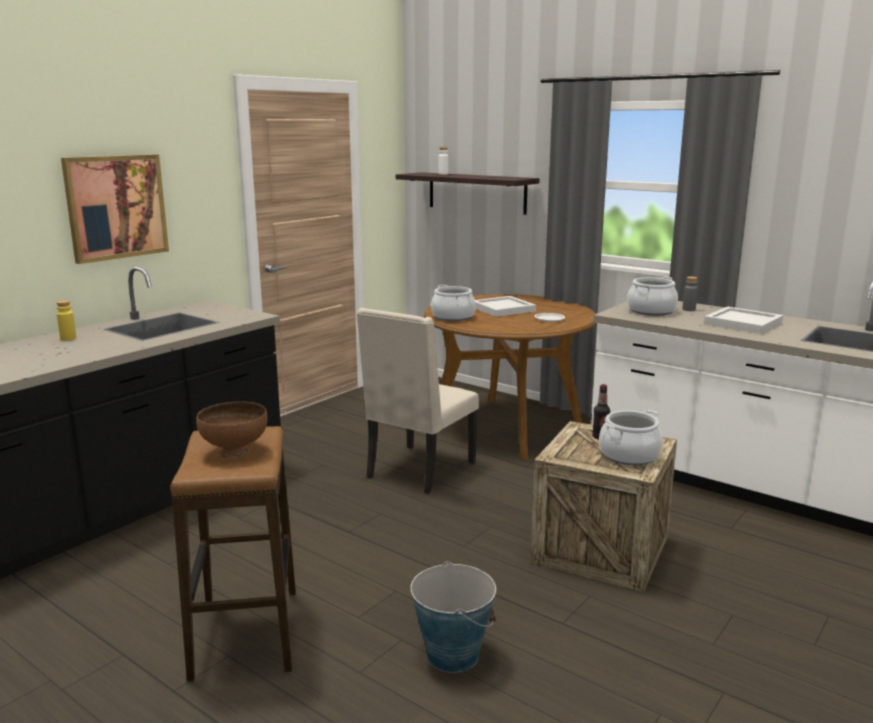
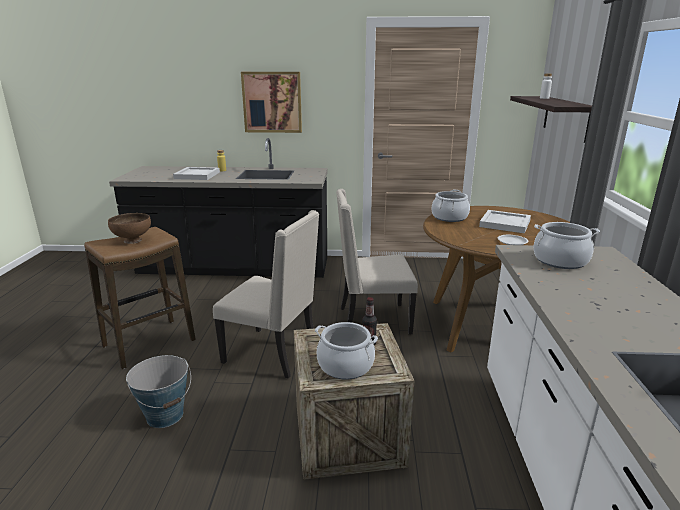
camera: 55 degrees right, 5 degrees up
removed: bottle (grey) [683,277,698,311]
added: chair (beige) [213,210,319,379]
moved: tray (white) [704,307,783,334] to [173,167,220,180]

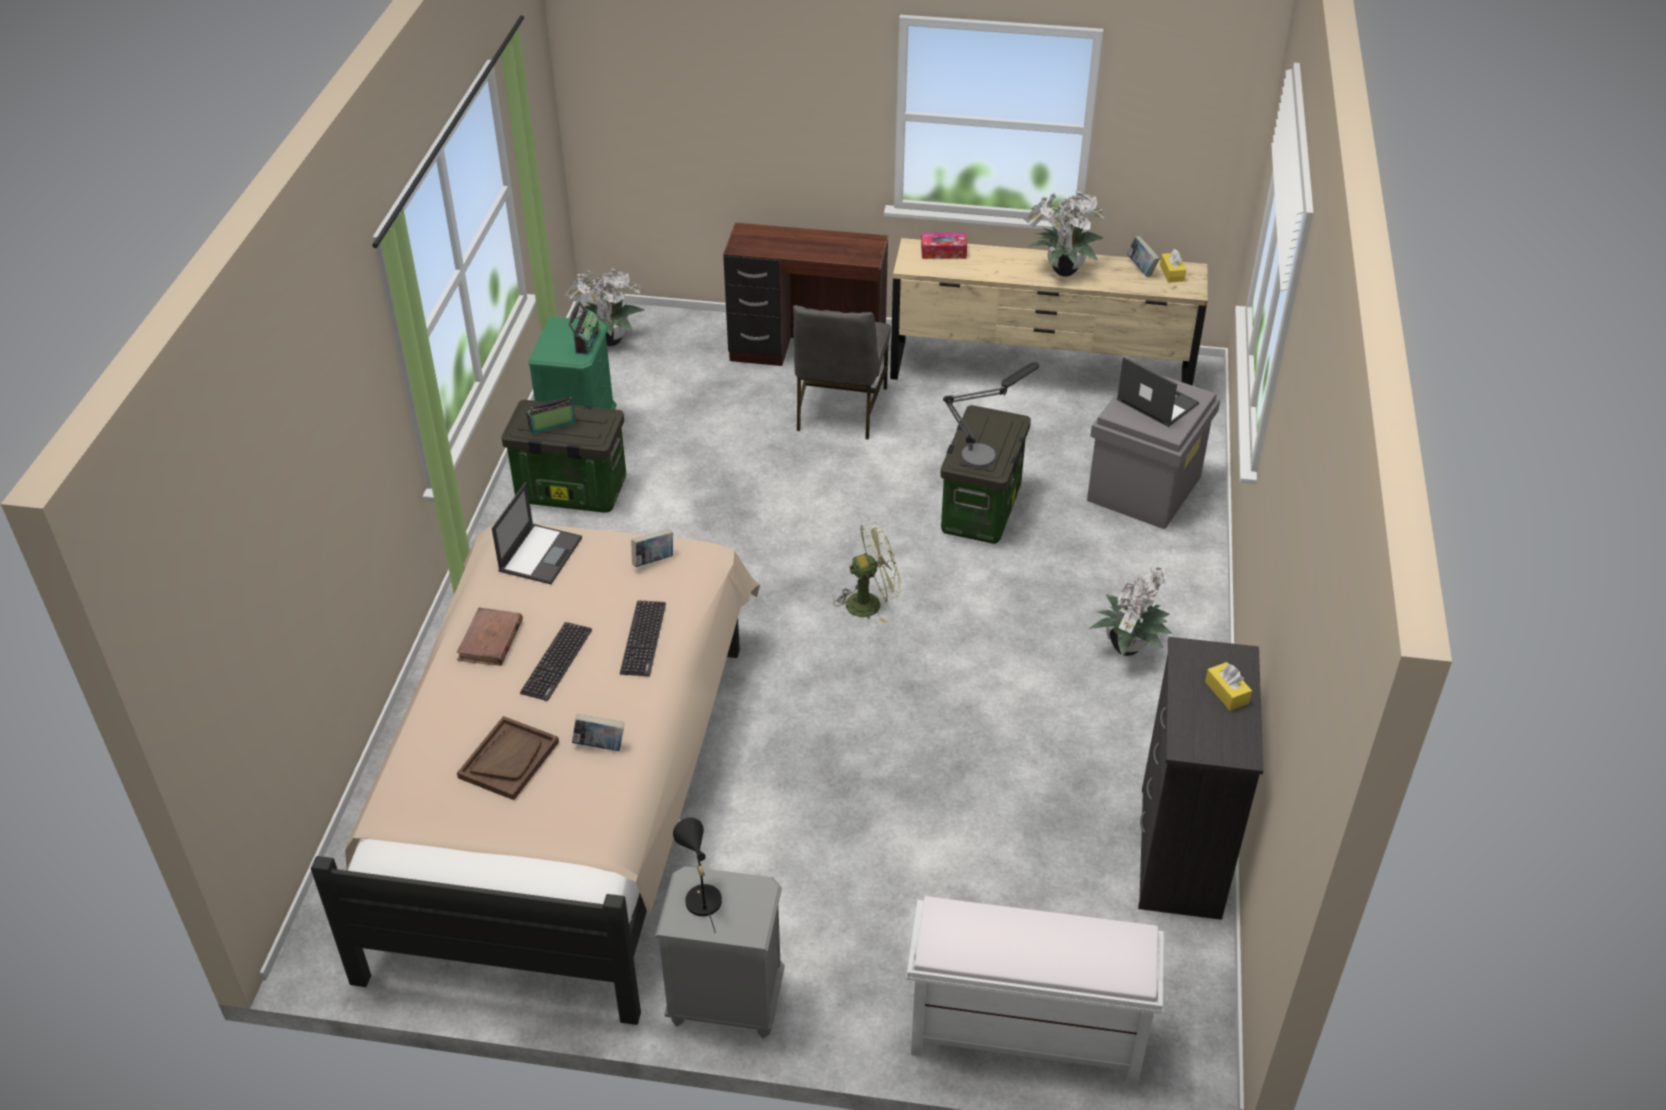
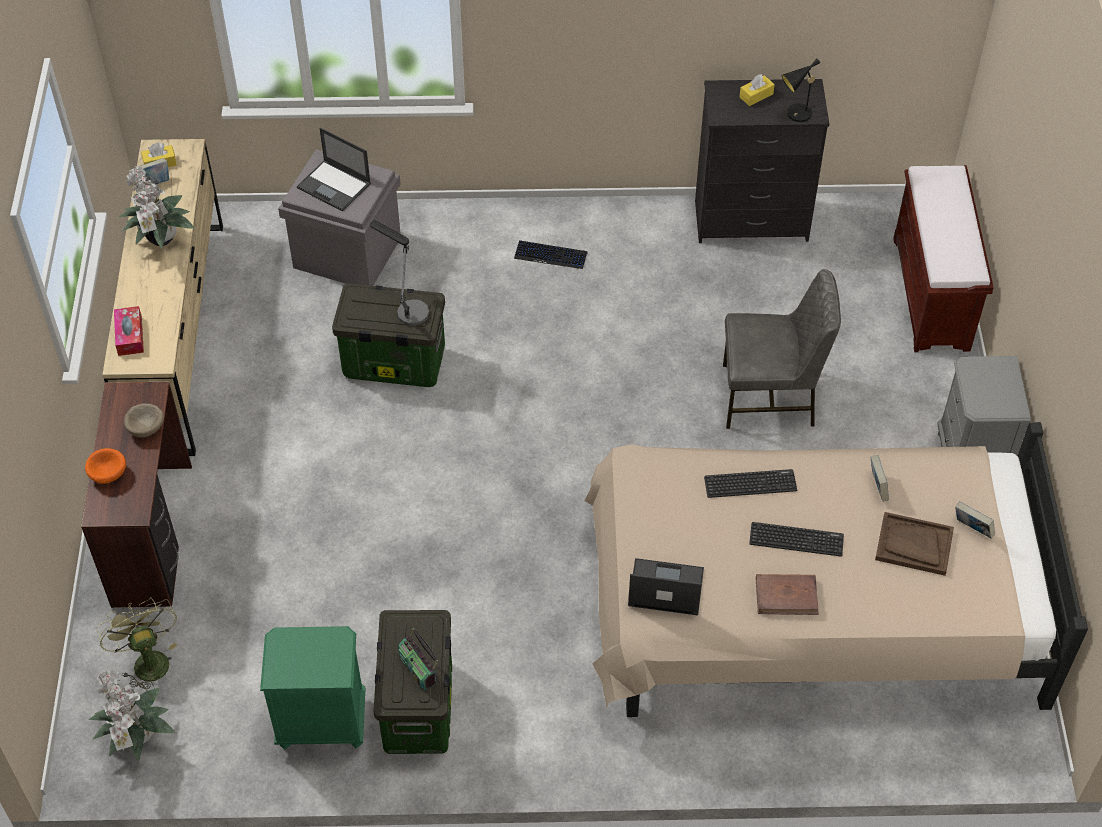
camera: 100 degrees left, 10 degrees up
removed: radio [568,301,599,355]
added: bowl (orange) [85,448,126,484]; bowl (beige) [124,403,164,437]
moved: fan (green) [834,522,902,624] to [96,597,177,691]; chair (grey) [793,305,891,440] to [723,269,841,429]; table lamp (black) [673,818,722,933] to [782,59,822,122]; book [631,529,673,567] to [955,501,995,539]
replaced: potted plant [1089,568,1172,656] to keyboard [514,240,588,269]
recoloured: bench (white) [906,896,1164,1086] to bench (brown) [893,165,994,352]
turned: laptop [1117,357,1199,427] = [297,128,371,212] 90 degrees counterclockwise

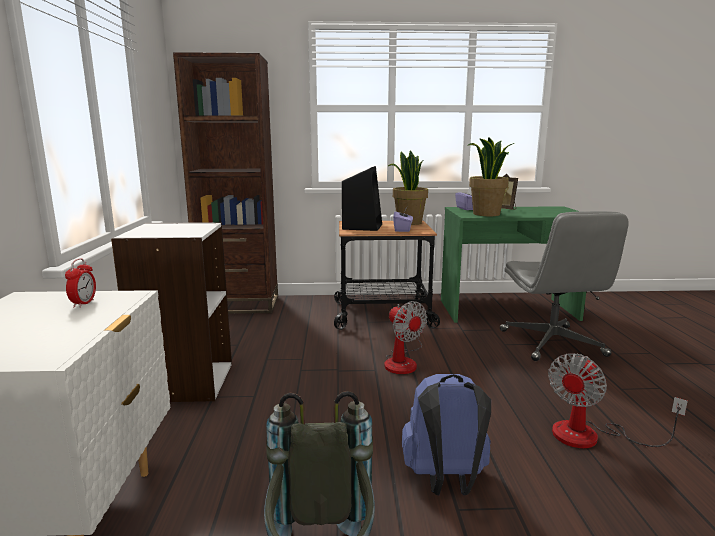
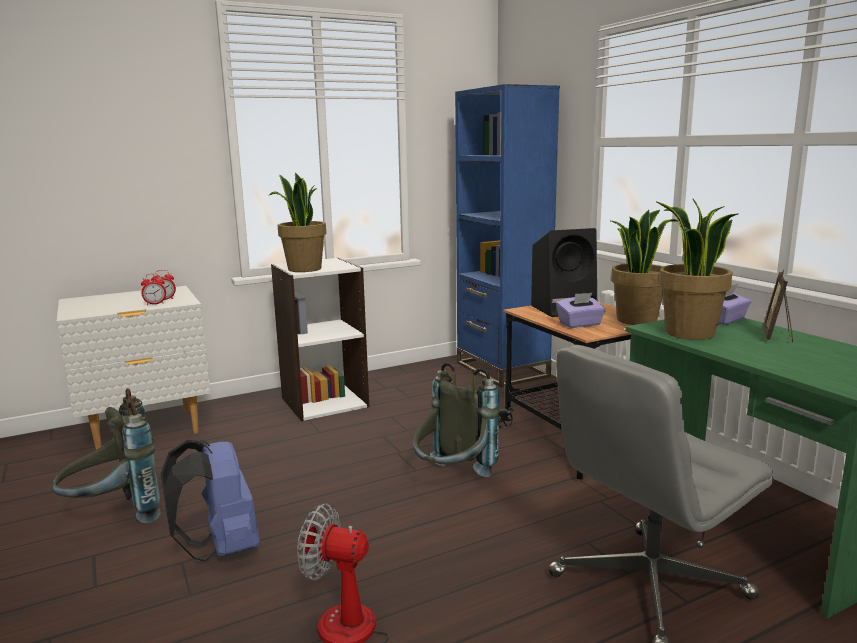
camera: 65 degrees right, 0 degrees up
added: alarm clock [141,274,166,305]; potted plant [268,173,326,272]
replaced: fan [384,301,427,374] to backpack (grey) [413,362,500,477]
recoloured: bookcase (brown) [173,52,278,314] to bookcase (blue) [455,84,560,388]

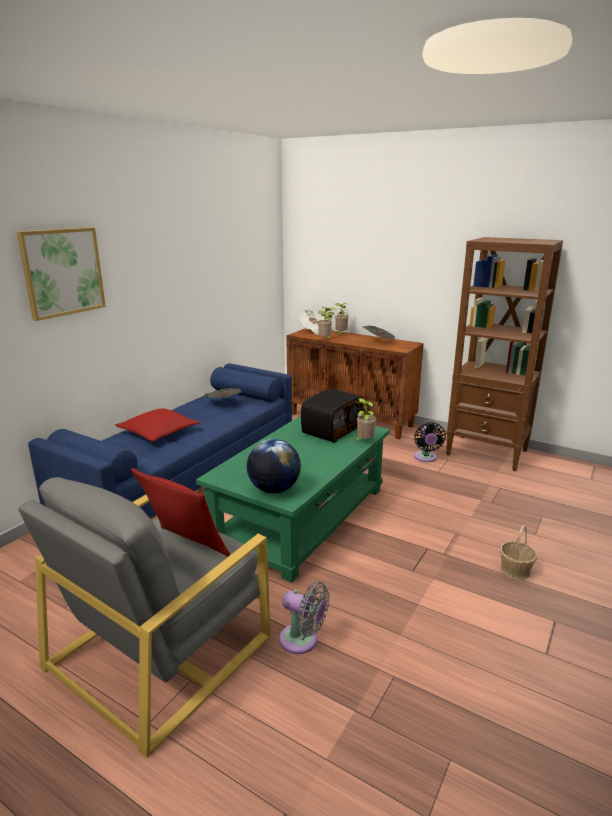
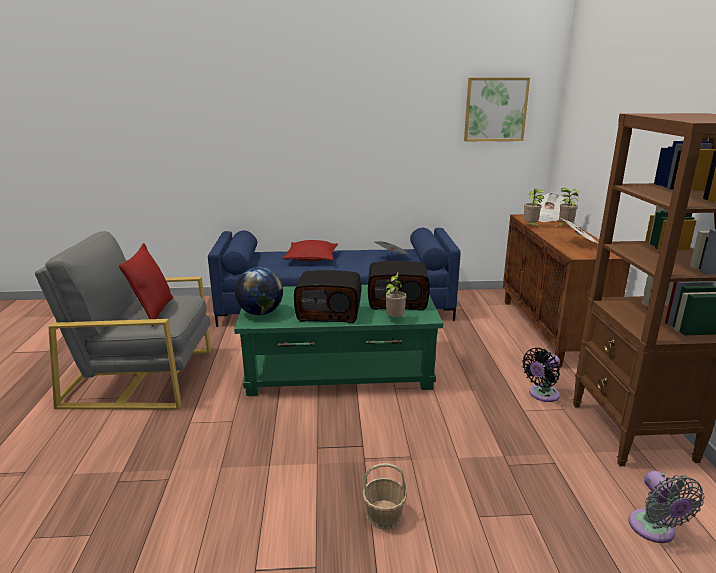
camera: 55 degrees right, 0 degrees up
added: radio [294,270,361,323]
moved: picture [17,227,106,321] to [464,78,530,141]; fan (grey) [279,582,330,654] to [629,471,704,543]

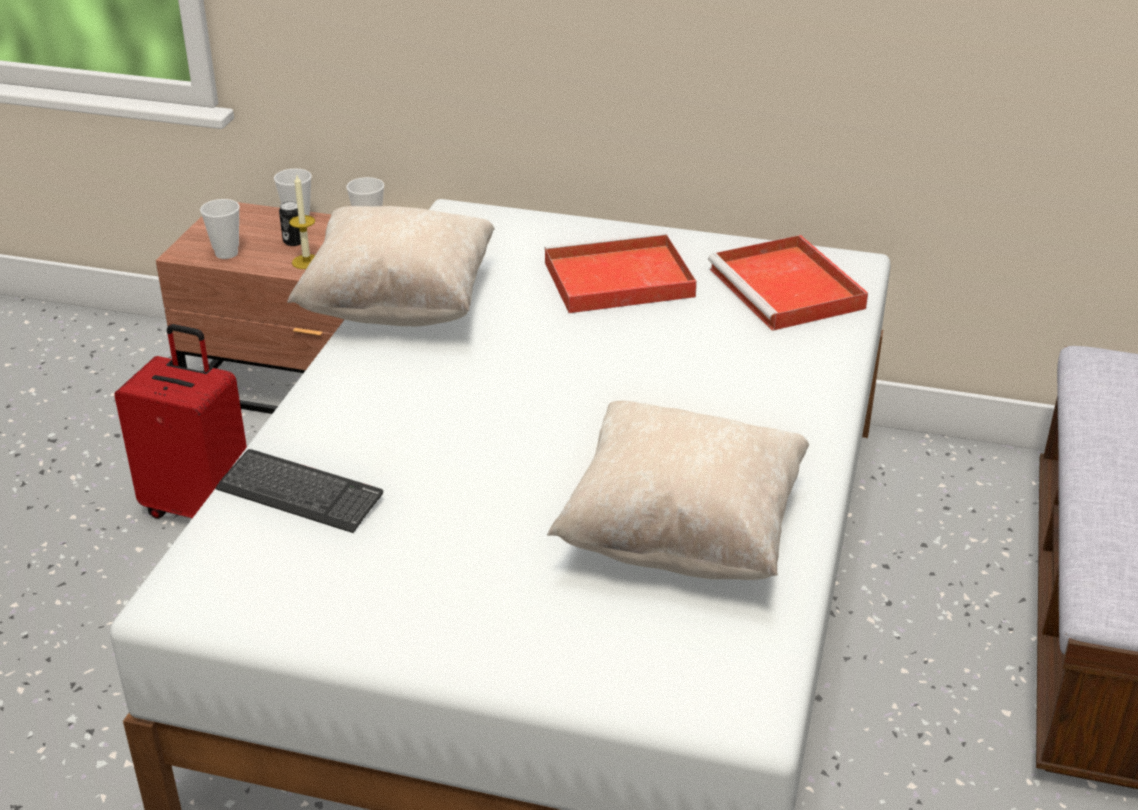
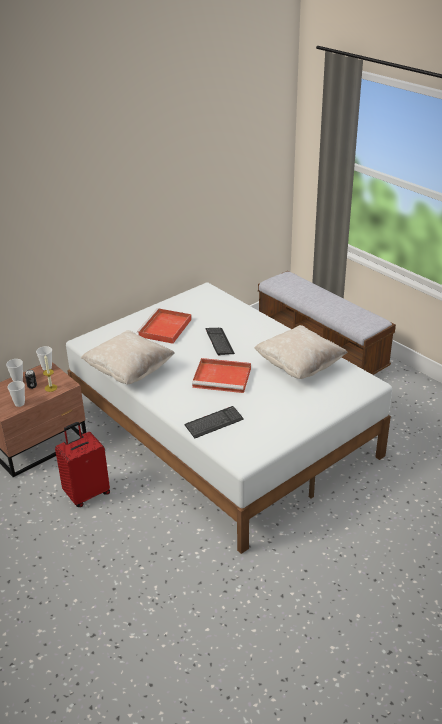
camera: 55 degrees left, 0 degrees up
added: keyboard [205,328,235,356]
moved: tray (red) [708,235,868,331] to [192,358,251,393]

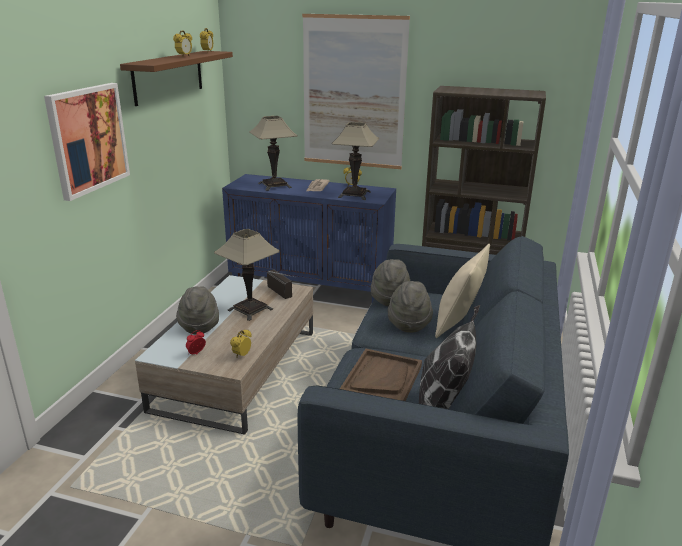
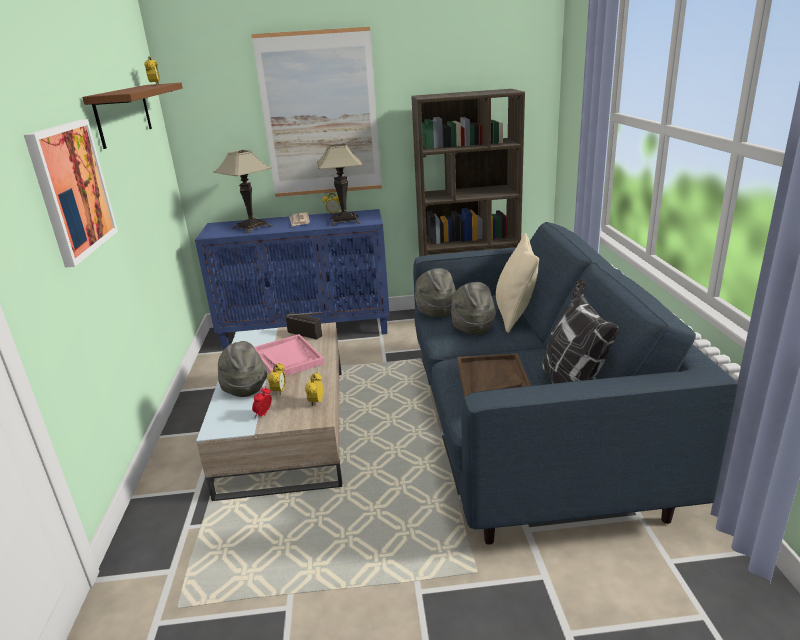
camera: 20 degrees left, 0 degrees up
moved: alarm clock [173,30,192,57] to [268,363,286,395]
replaced: table lamp [214,229,280,321] to tray (pink) [254,334,325,376]

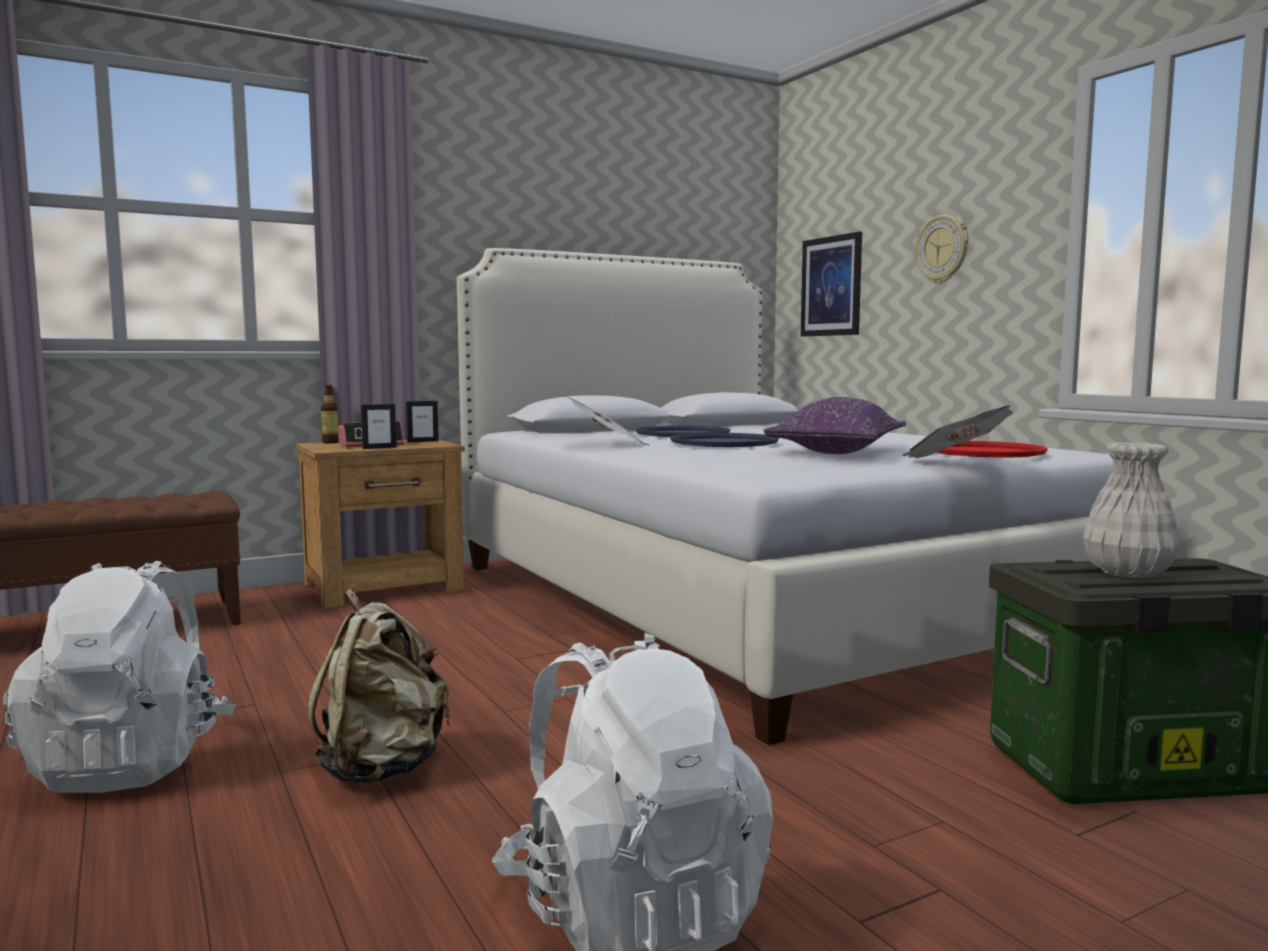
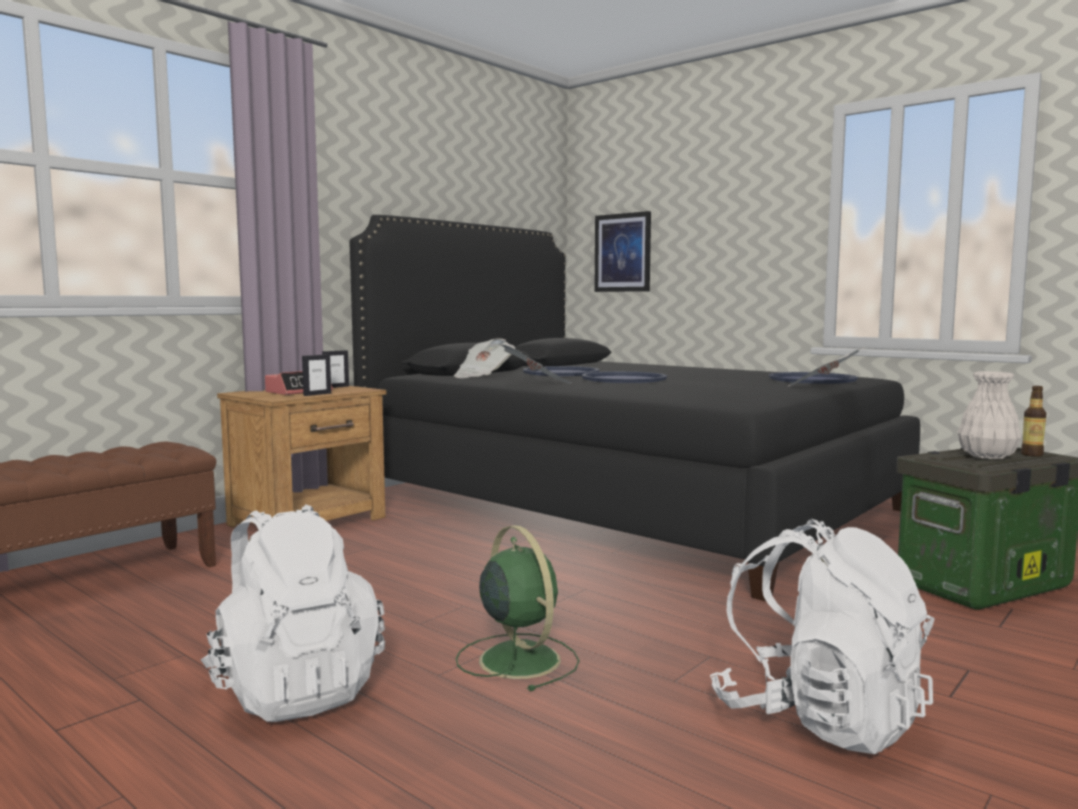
camera: 20 degrees left, 0 degrees up
removed: pillow (purple) [764,397,906,454]; wall clock [915,215,969,284]
added: newspaper [454,338,515,378]
moved: bottle [321,385,339,443] to [1021,386,1046,457]
replaced: backpack (beige) [307,589,451,783] to fan (green) [456,525,579,691]
recoloured: bed (white) [457,248,1113,745] to bed (black) [350,215,920,601]; tray (red) [936,441,1047,457] to tray (blue) [769,372,858,384]

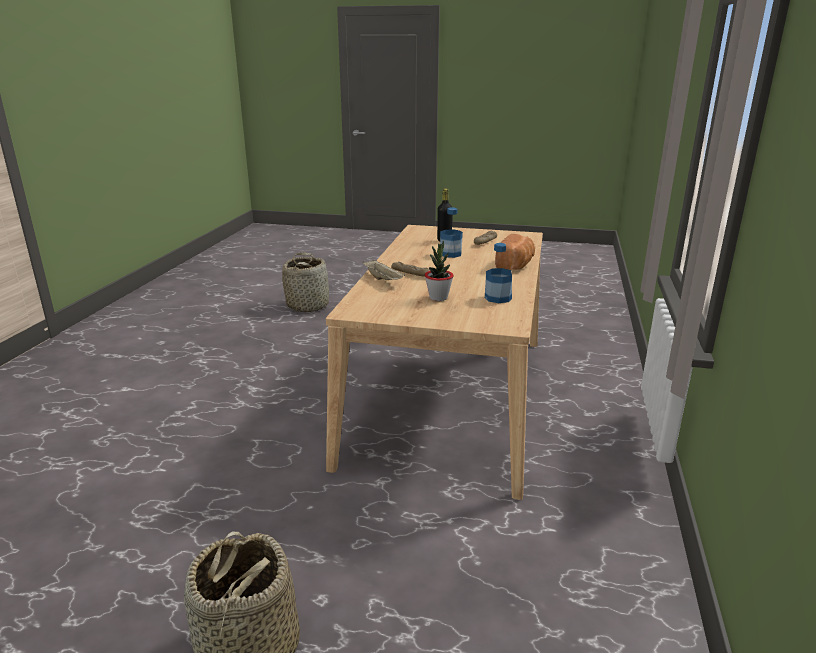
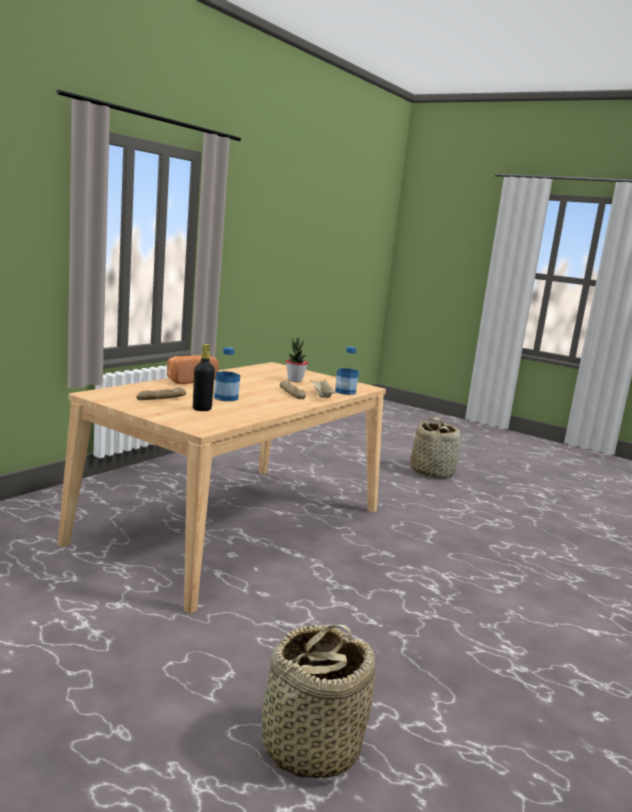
camera: 160 degrees left, 10 degrees down
moved: bottle [485,243,512,303] to [335,347,359,395]

